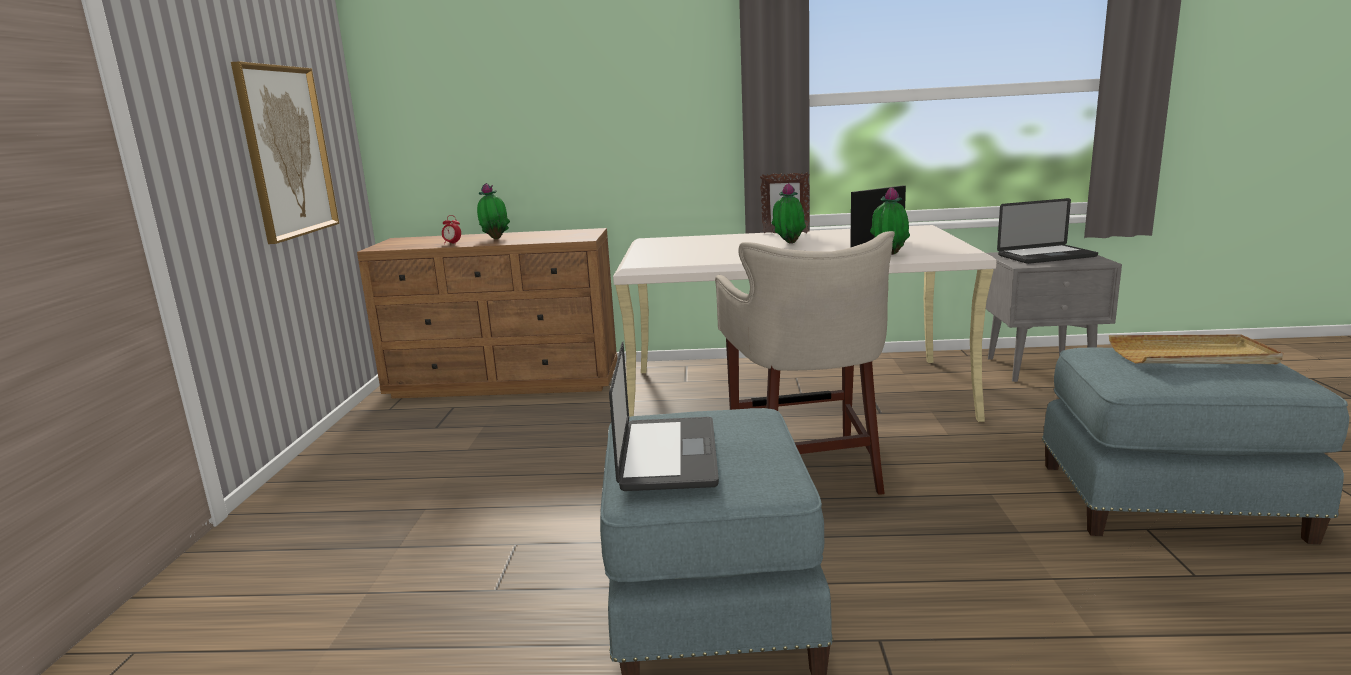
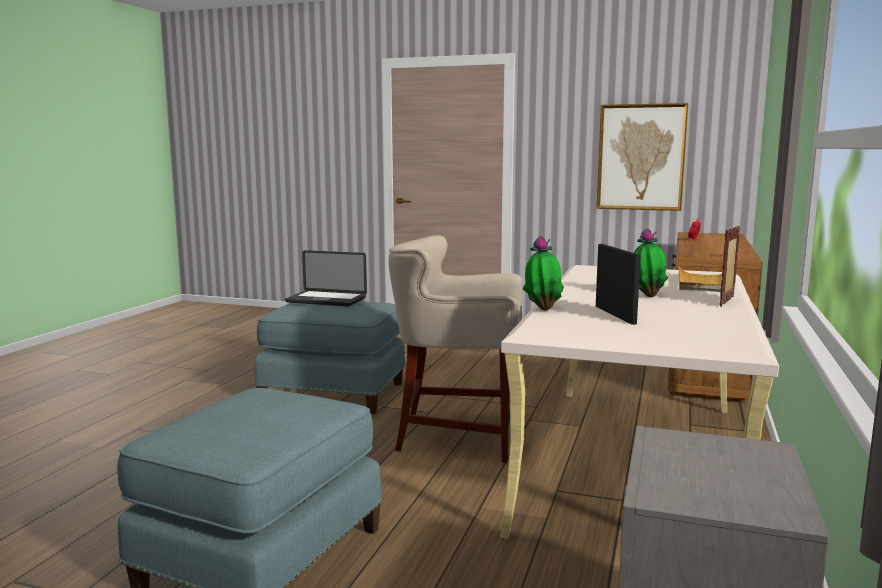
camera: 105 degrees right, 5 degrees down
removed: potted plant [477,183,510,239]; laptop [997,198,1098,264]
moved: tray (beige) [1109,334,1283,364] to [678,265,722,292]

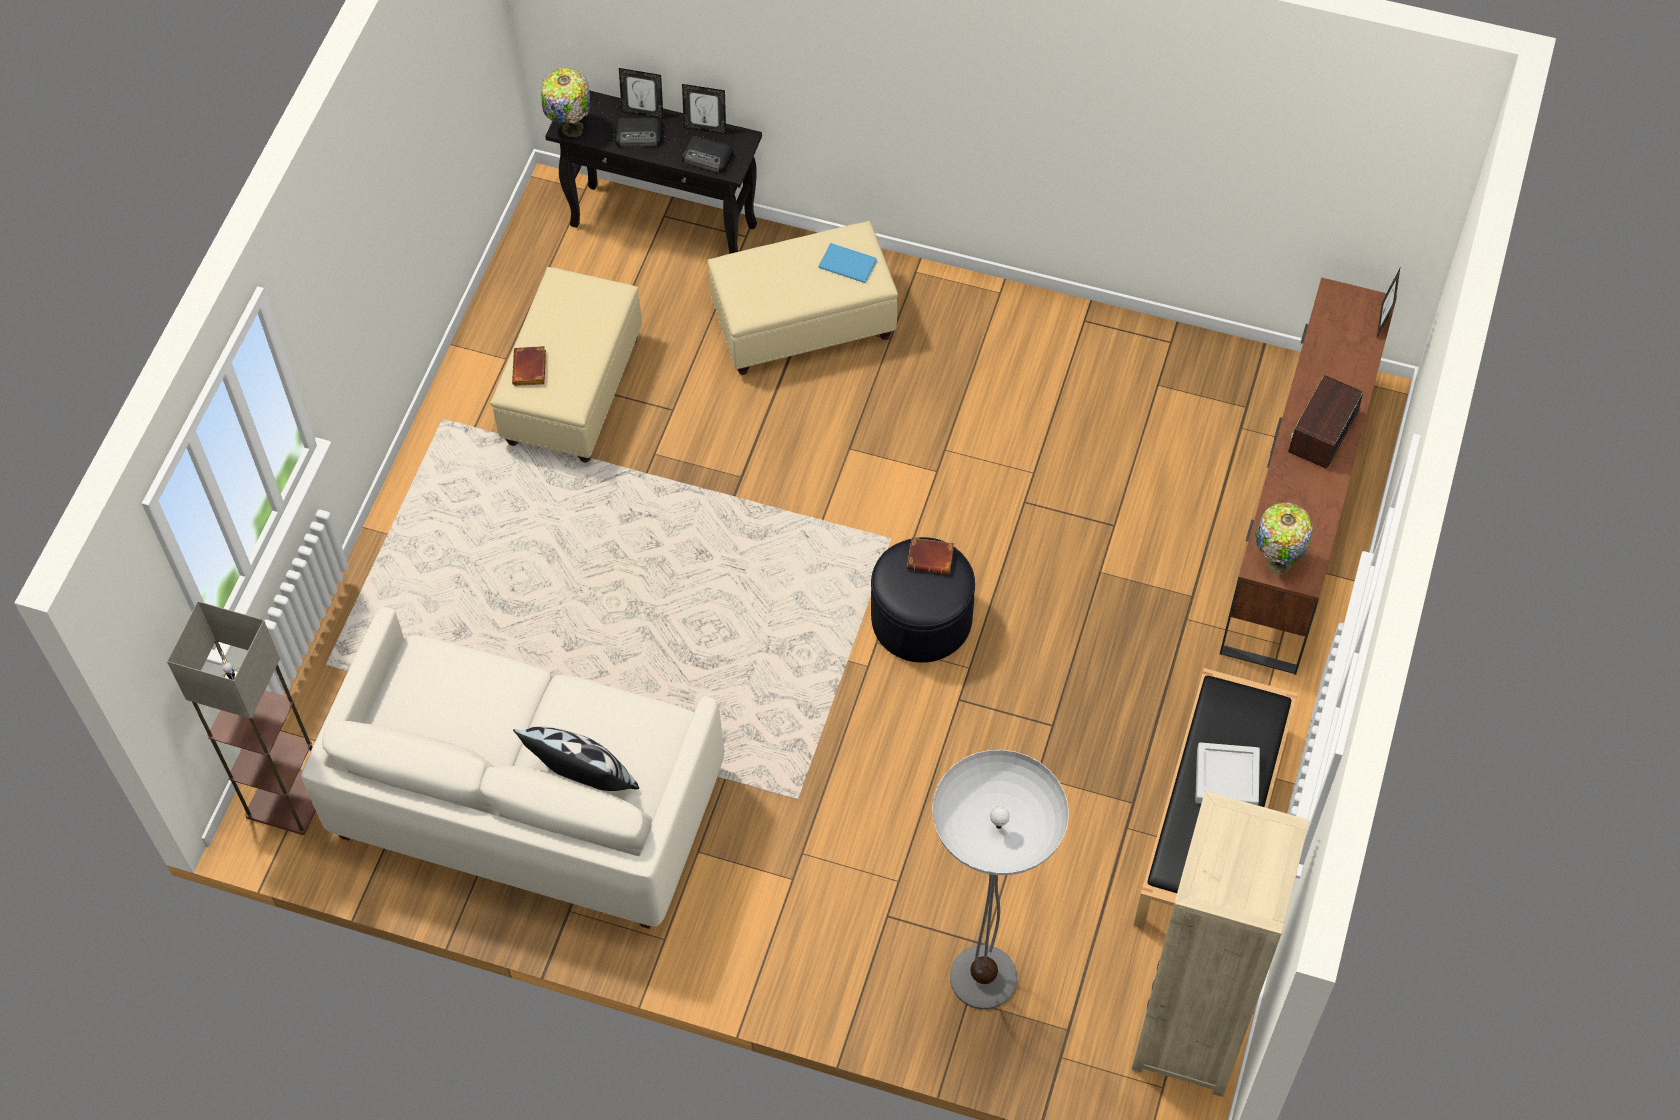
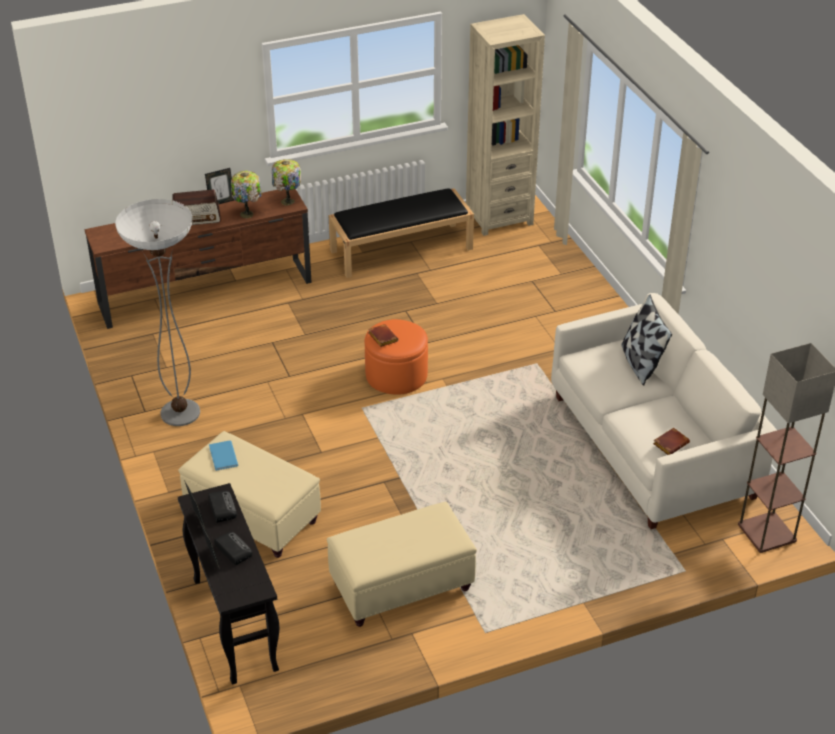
camera: 130 degrees left, 20 degrees down
removed: tray (grey) [1195,742,1260,805]
moved: floor lamp [932,750,1069,1009] to [115,199,200,426]; picture frame [1377,268,1400,337] to [205,168,234,205]; table lamp [541,68,590,137] to [231,171,262,218]; book (brown) [512,346,546,386] to [653,427,690,455]
recoloured: ottoman (black) [871,537,975,663] to ottoman (orange) [365,319,428,395]

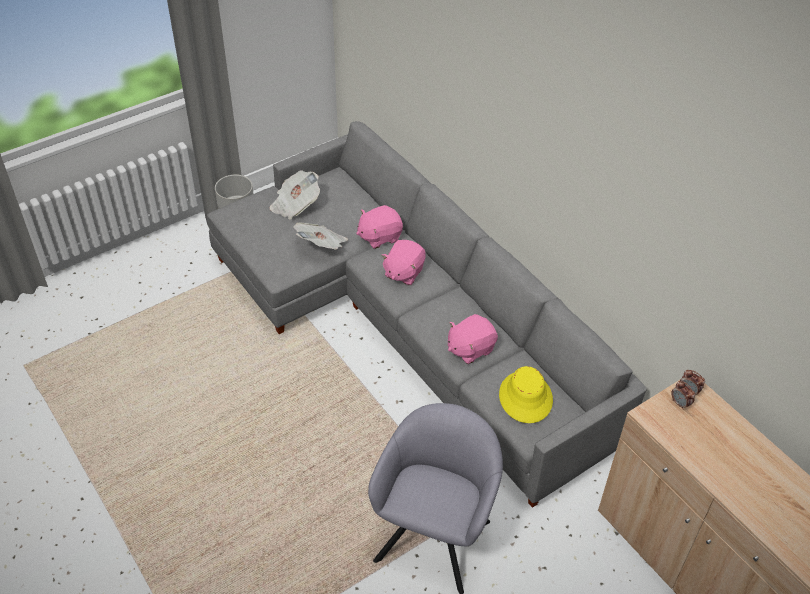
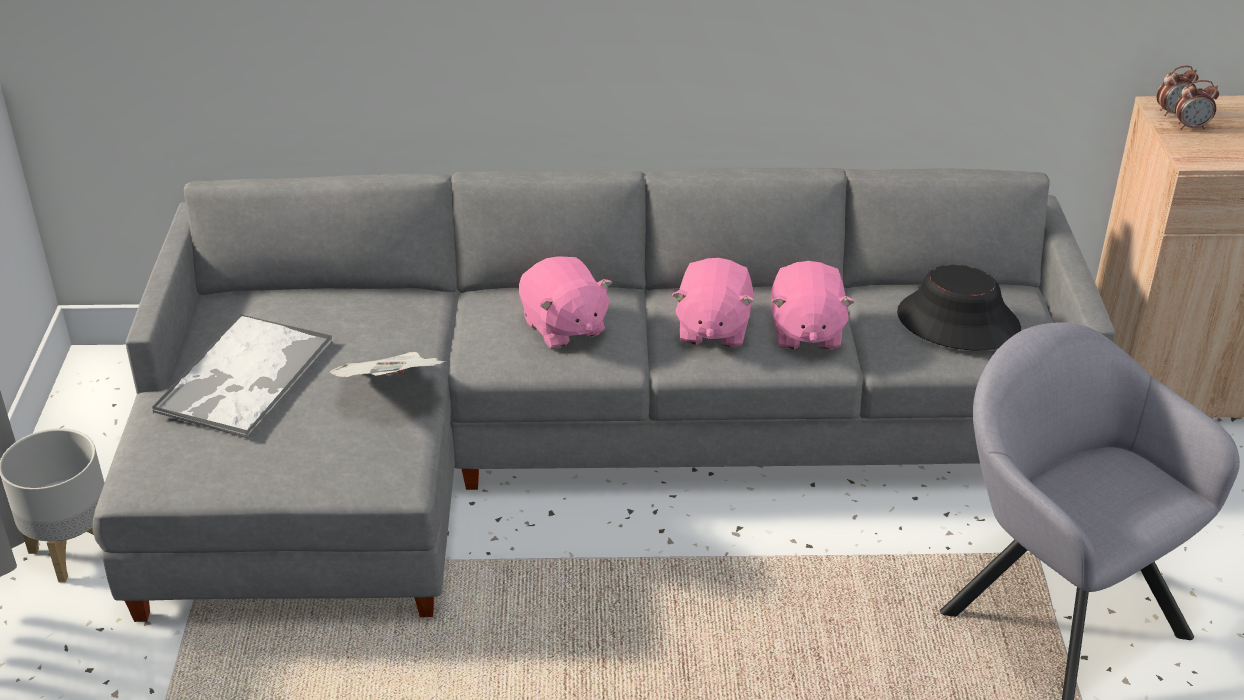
camera: 55 degrees left, 10 degrees down
moved: plush toy (pink) [356,205,403,249] to [672,258,755,348]
replaced: newspaper [270,170,320,220] to tray [151,314,333,439]
recoloured: hat (yellow) [499,366,553,423] to hat (black) [897,265,1021,351]

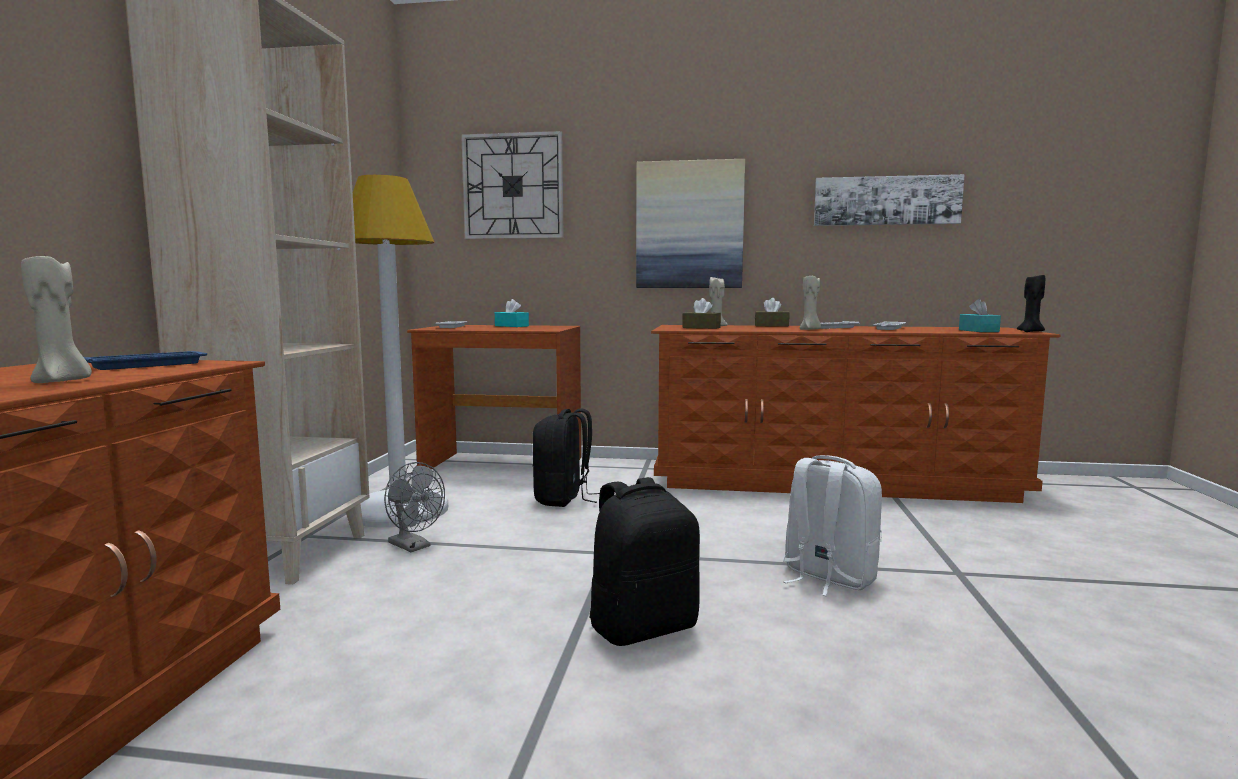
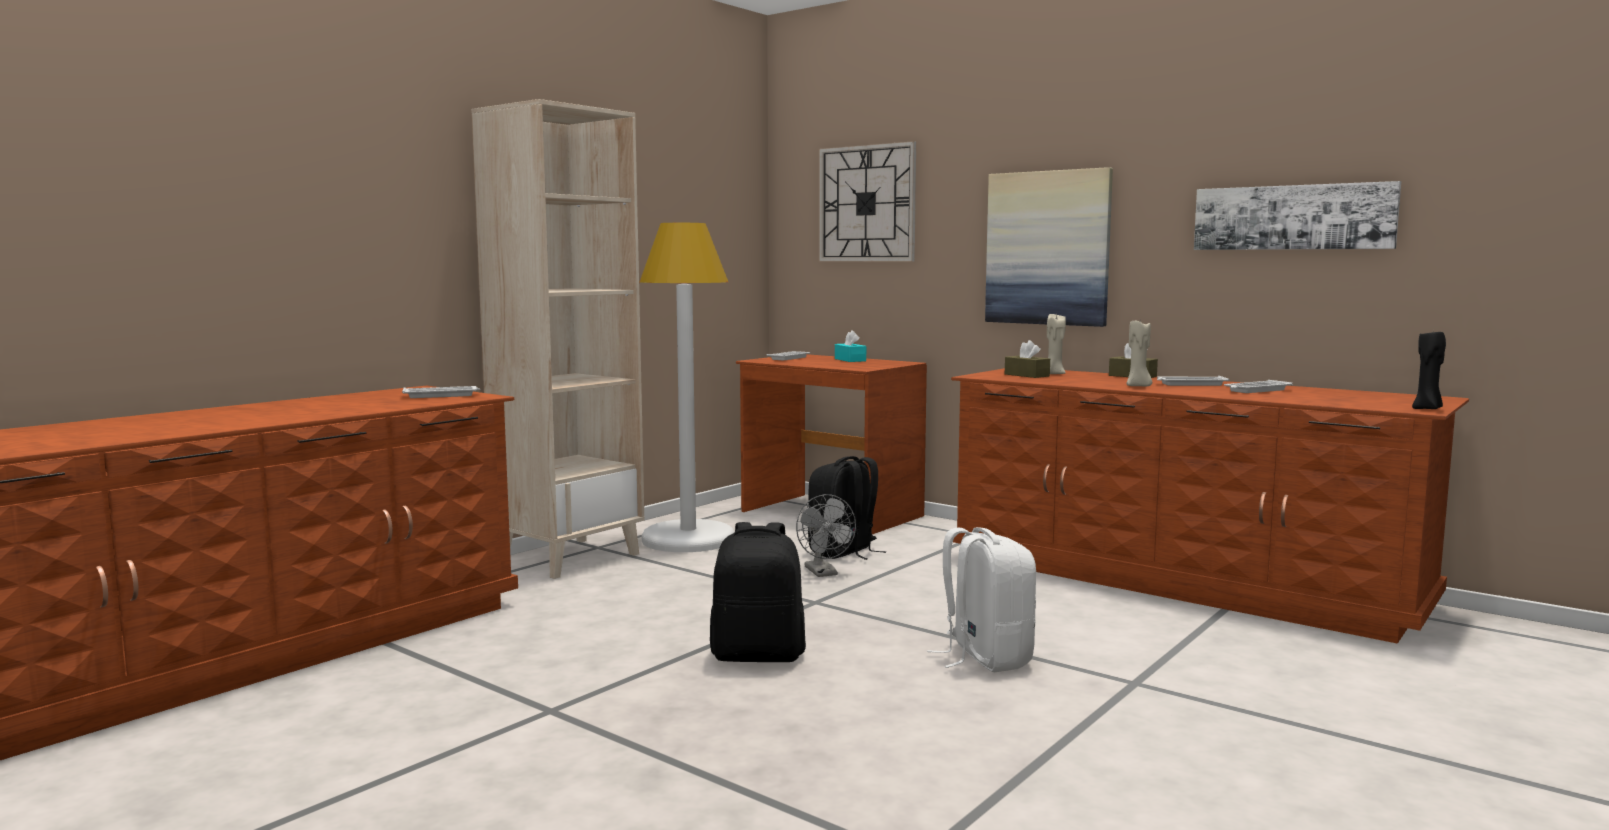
camera: 30 degrees right, 0 degrees up
removed: candle (beige) [21,256,92,383]; tissue box (turquoise) [959,299,1001,332]
moved: fan (grey) [384,462,445,552] to [796,494,856,577]
recoloured: tray (blue) [84,351,207,370] to tray (white) [402,386,480,398]

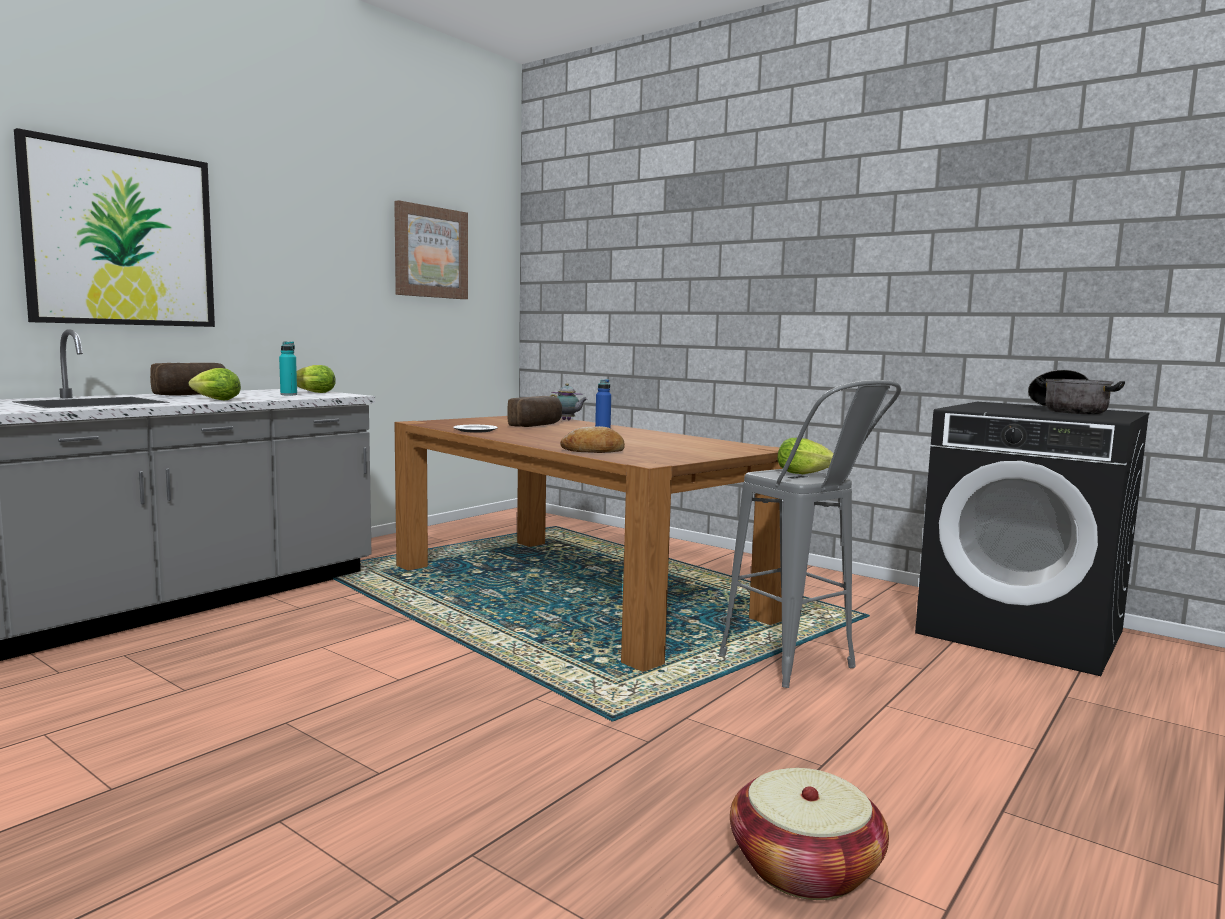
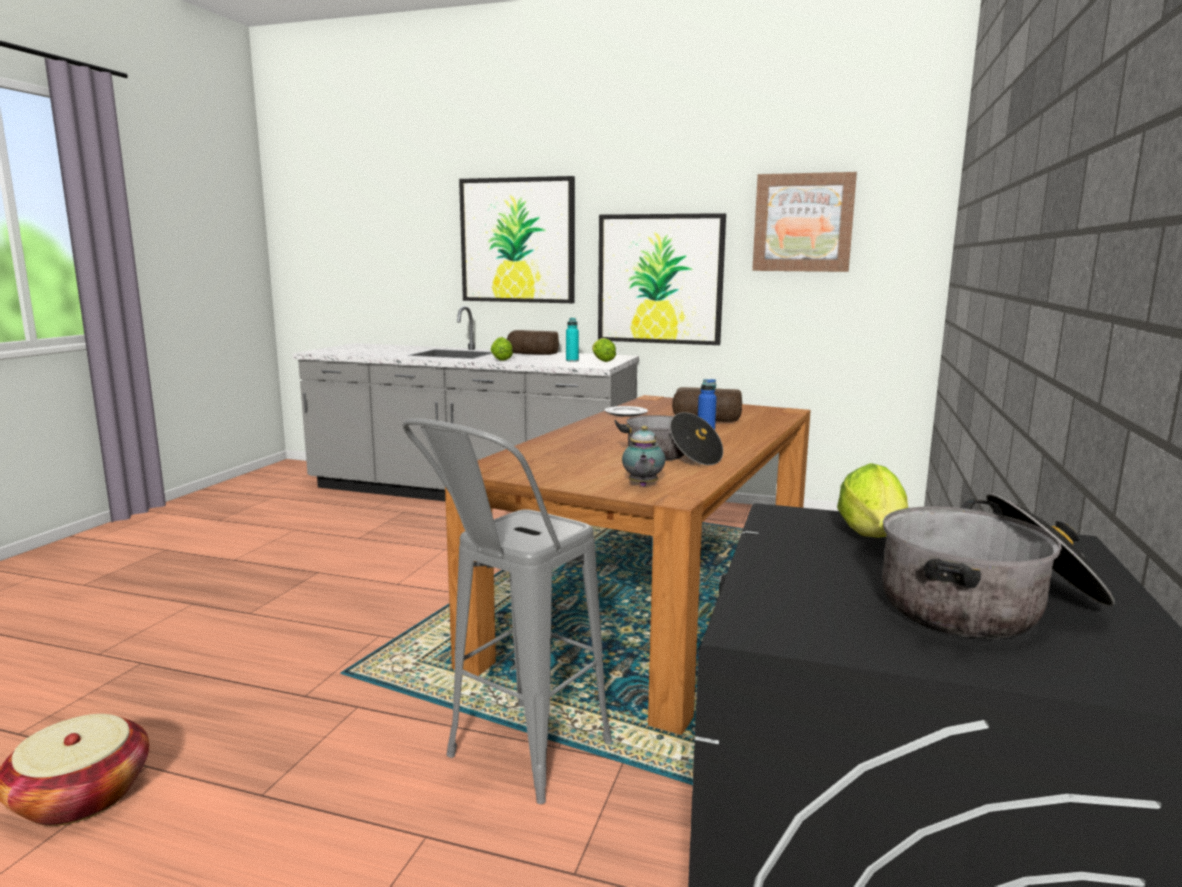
camera: 70 degrees right, 5 degrees up
removed: bread [560,426,625,453]
added: picture [598,213,726,345]; cooking pot [614,412,723,465]
moved: teapot [550,383,587,420] to [622,426,665,487]; lettuce [777,438,834,474] to [837,463,908,538]

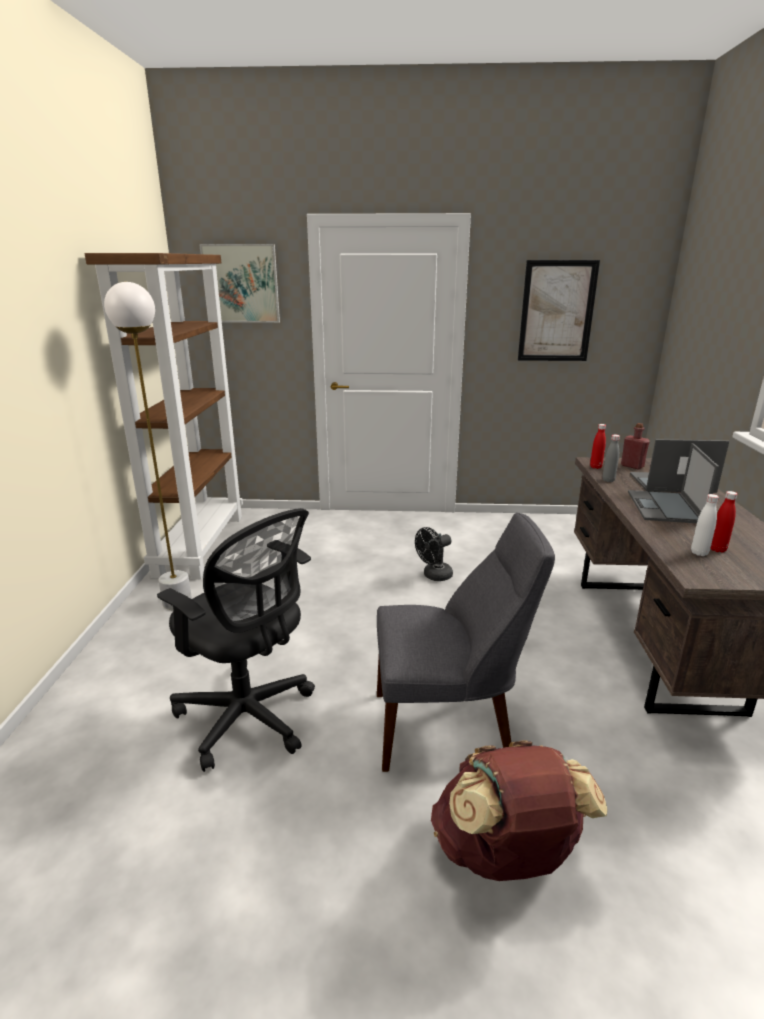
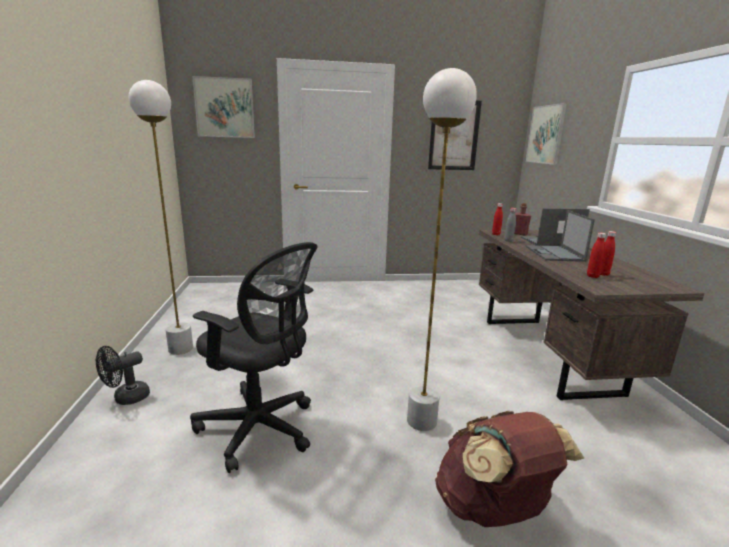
camera: 10 degrees left, 5 degrees down
removed: bookcase (brown) [85,253,243,579]
added: picture [526,103,567,165]
moved: fan (black) [415,527,453,581] to [96,346,150,405]
replaced: chair (grey) [377,513,555,772] to floor lamp (white) [407,68,477,431]
recoloured: bottle (white) [691,494,719,556] to bottle (red) [587,233,606,278]

